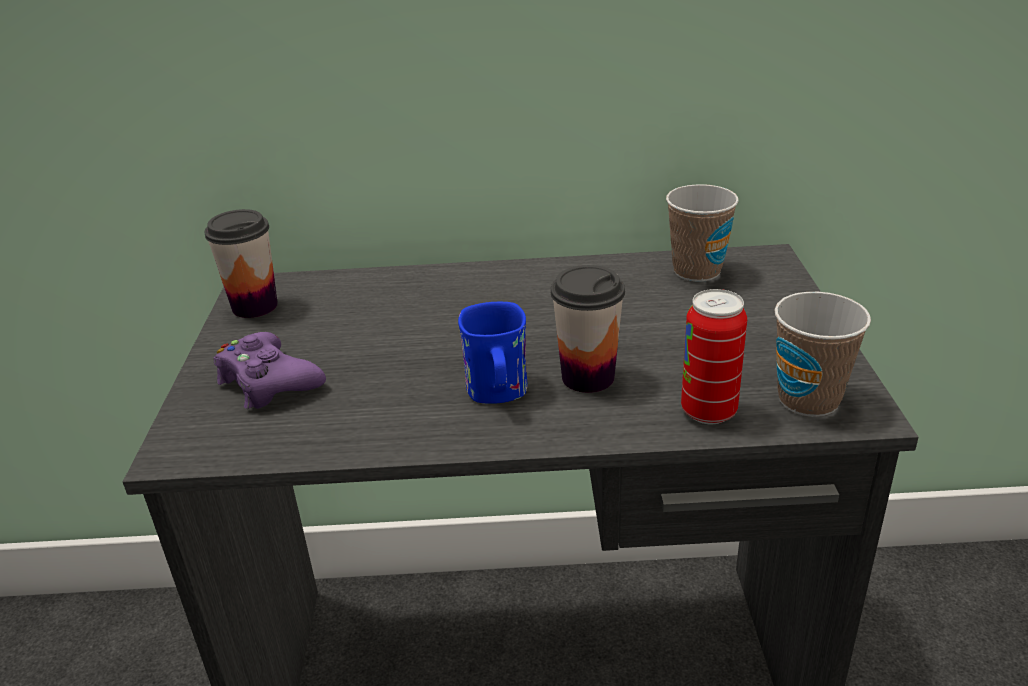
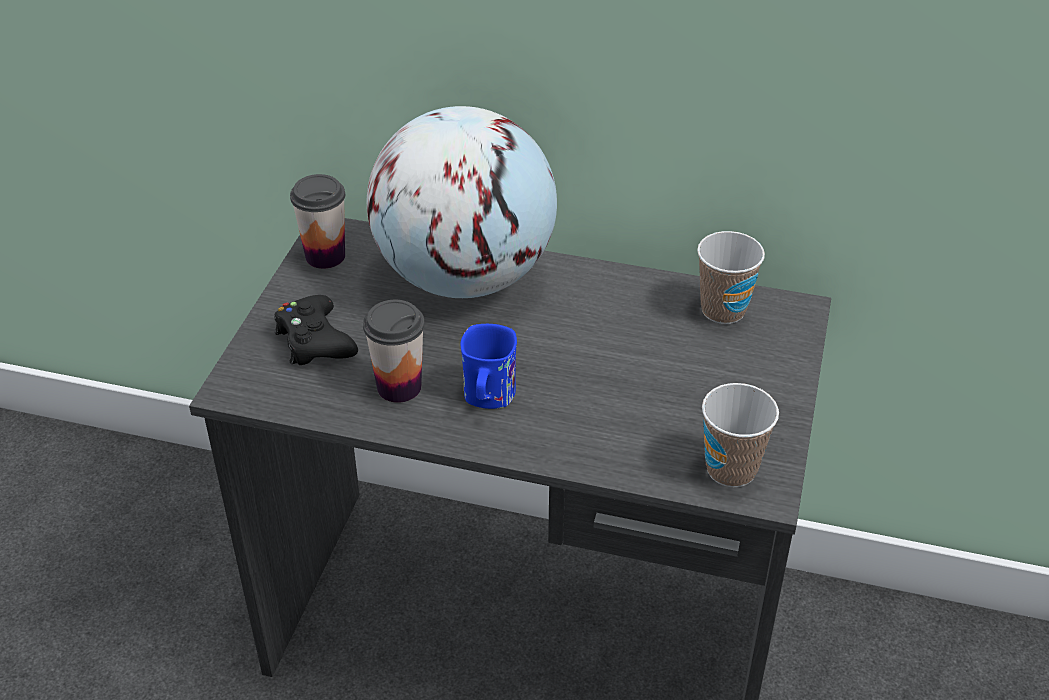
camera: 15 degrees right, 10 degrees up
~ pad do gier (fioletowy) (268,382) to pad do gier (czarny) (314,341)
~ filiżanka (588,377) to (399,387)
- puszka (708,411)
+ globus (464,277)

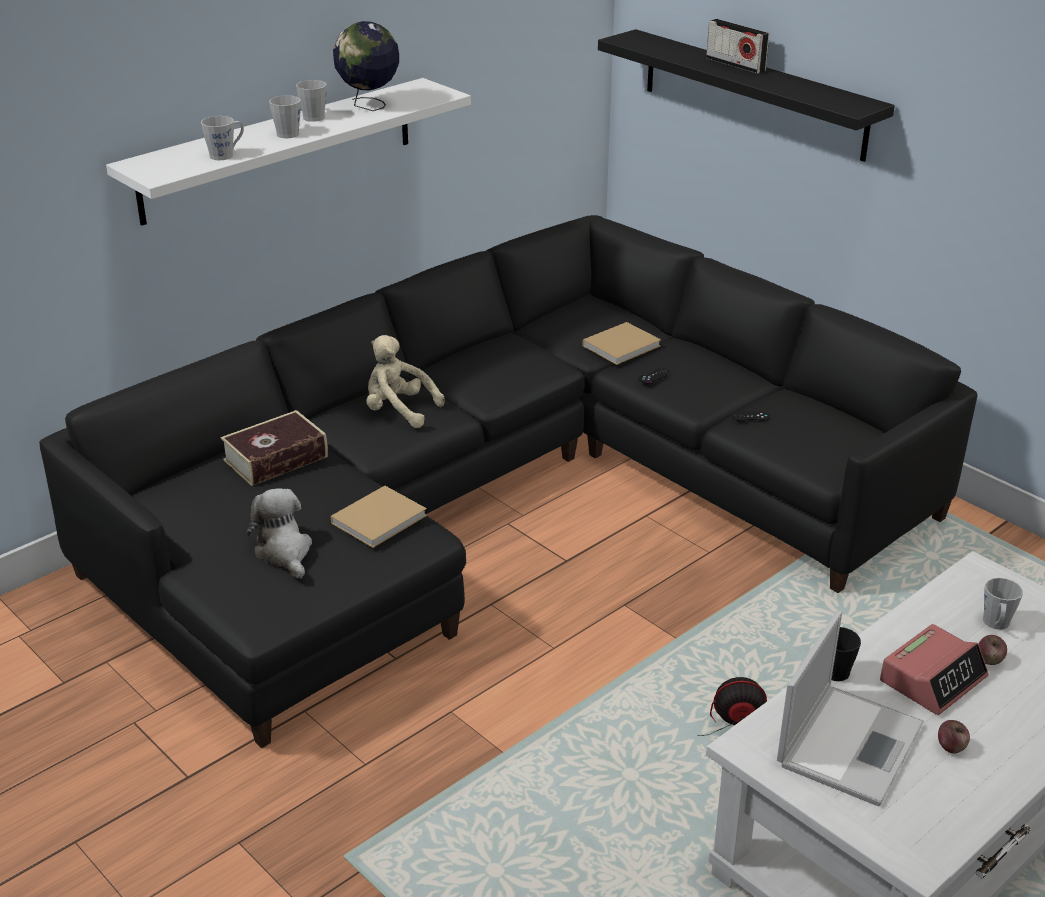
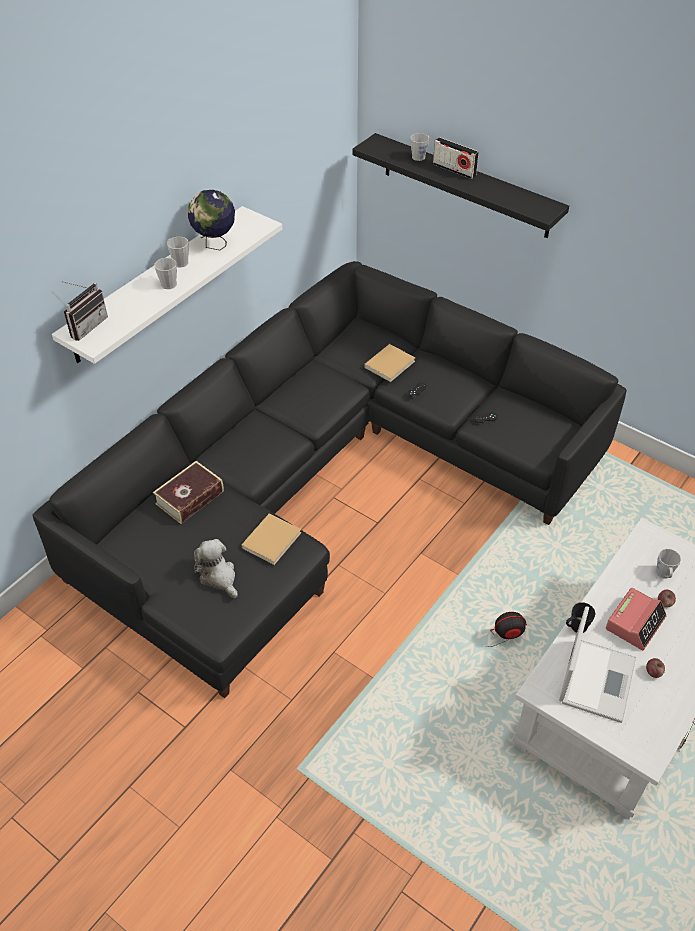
camera: 10 degrees left, 15 degrees up
~ kubek (szary) (226,155) to (420,156)
- pluszak (beżowy) (398,411)
+ radio (86,325)

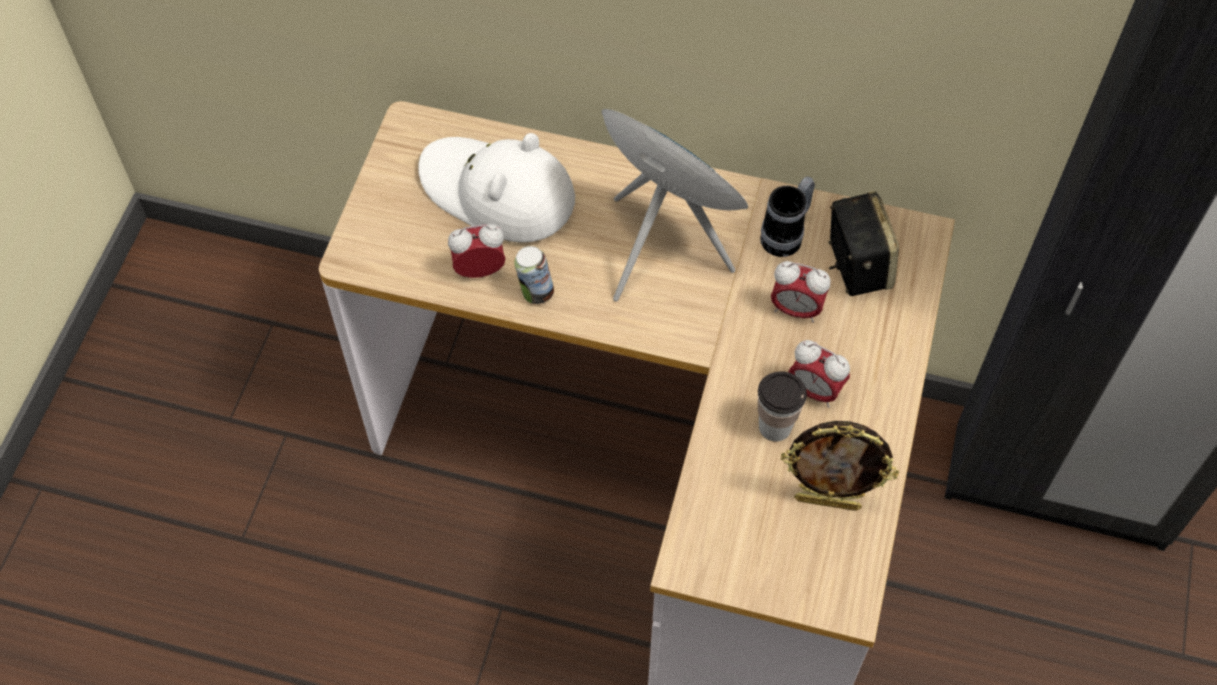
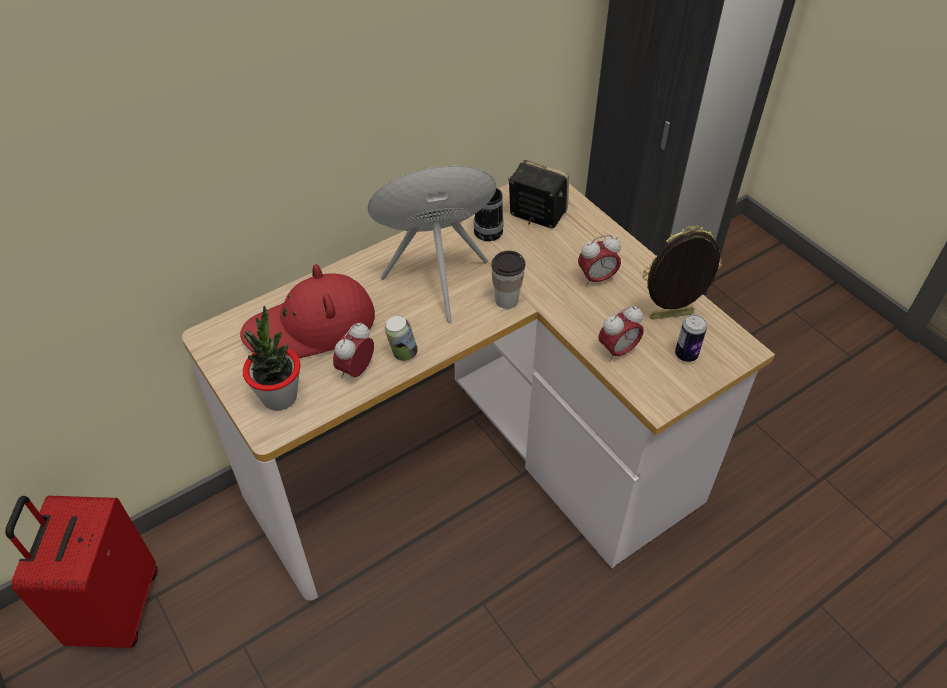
camera: 50 degrees left, 10 degrees down
~ kapelusz (biały) (497,192) to kapelusz (czerwony) (311,327)
~ filiżanka (775,427) to (506,300)
~ budzik (796,310) to (617,351)
~ ramka na zdjęcie (827,501) = (671,317) 150 degrees counterclockwise
+ walizka (czerwony) (115,609)
+ roślina doniczkowa (279,397)
+ puszka (686,355)

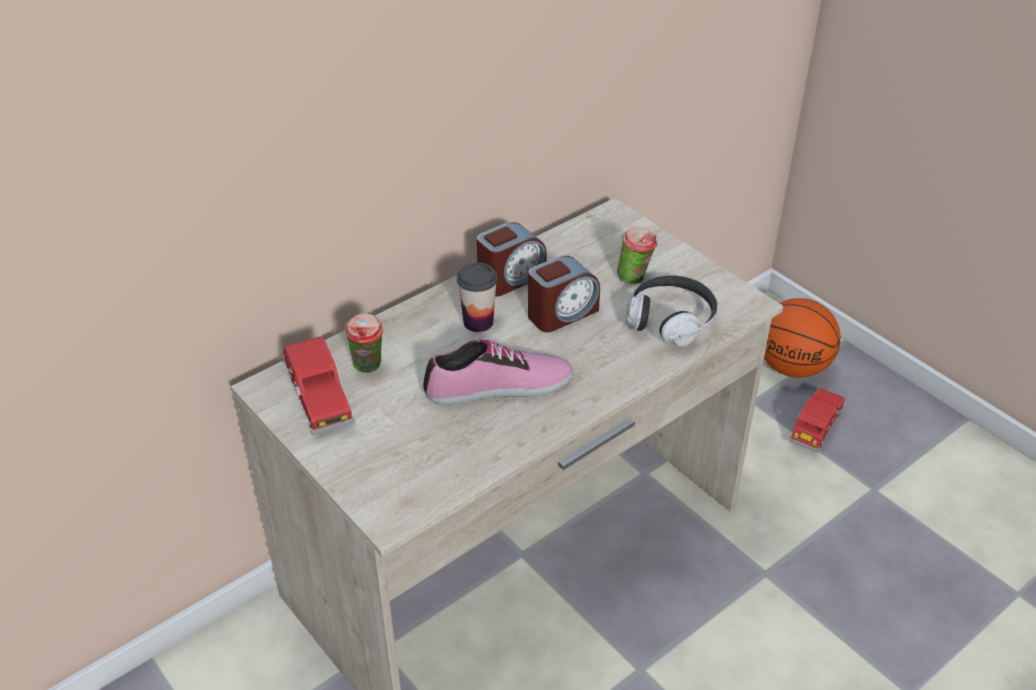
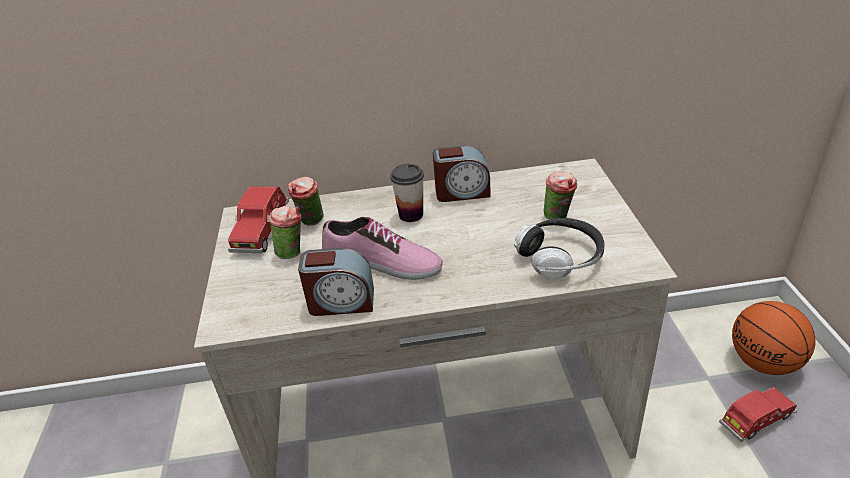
camera: 35 degrees right, 5 degrees down
~ budzik (562,313) to (341,302)
+ filiżanka (293,253)

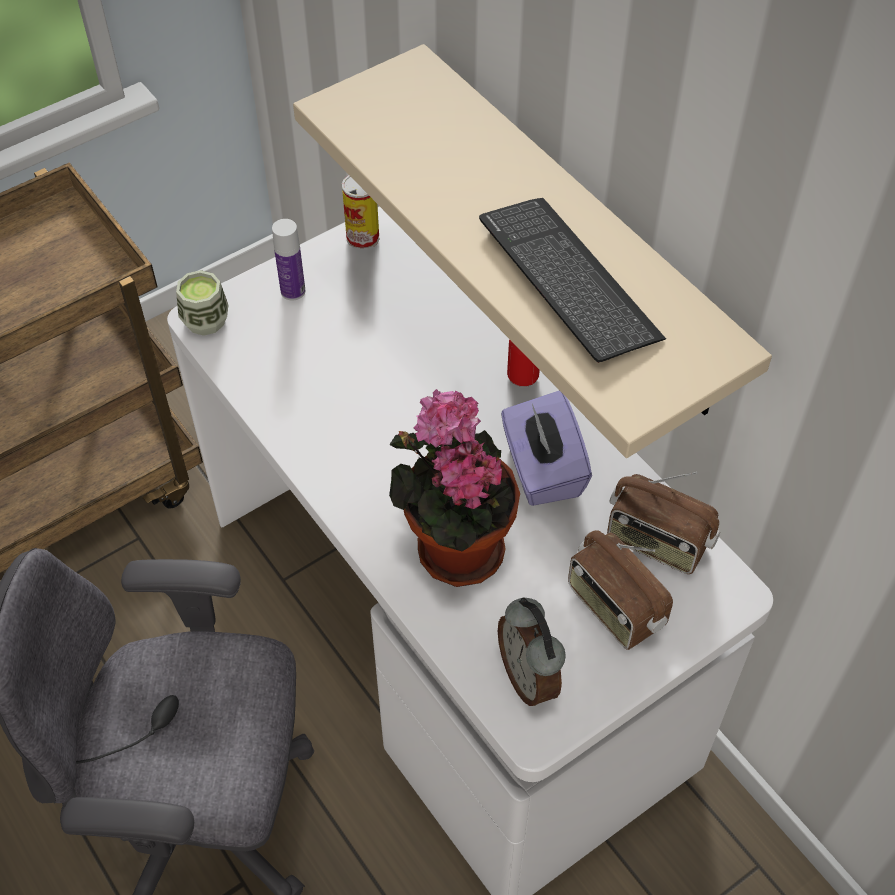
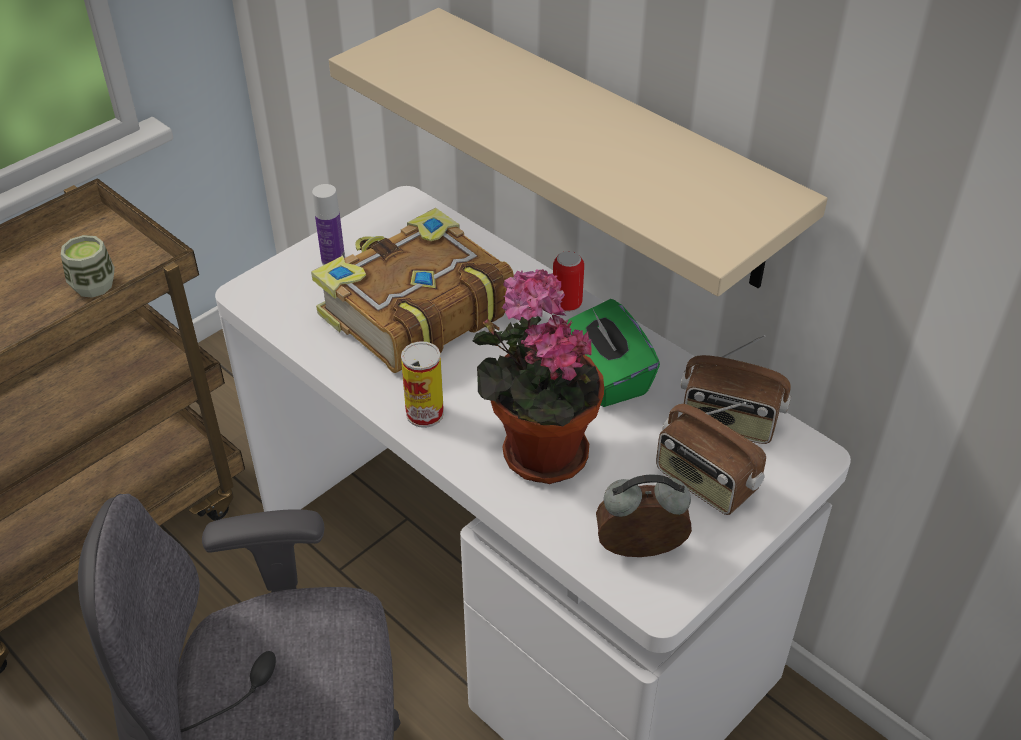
camera: 10 degrees left, 10 degrees down
~ filiżanka (205,321) to (94,285)
~ puszka (362,237) to (424,413)
- klawiatura (568,281)
~ budzik (529,677) = (640,553) 120 degrees clockwise
~ pudełko chusteczek (fioletowy) (542,469) to pudełko chusteczek (zielony) (605,376)
+ książka (413,312)

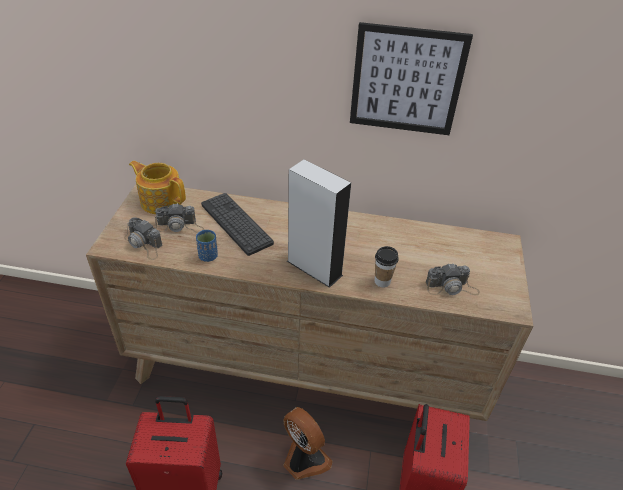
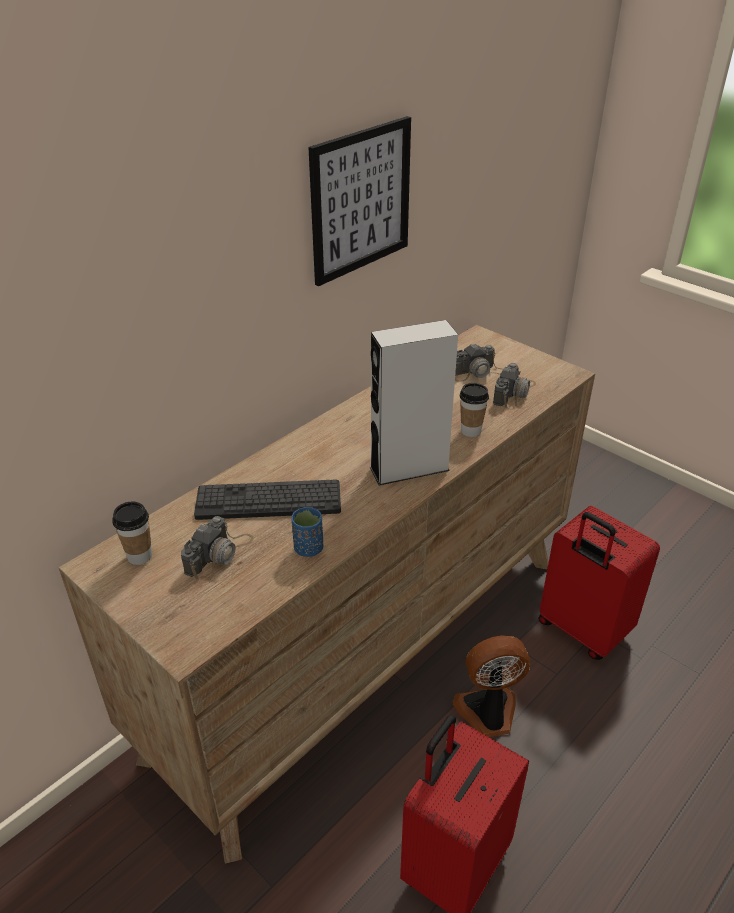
camera: 55 degrees left, 5 degrees down
~ aparat fotograficzny (144,244) to (479,372)
~ imbryk (161,200) to filiżanka (140,556)

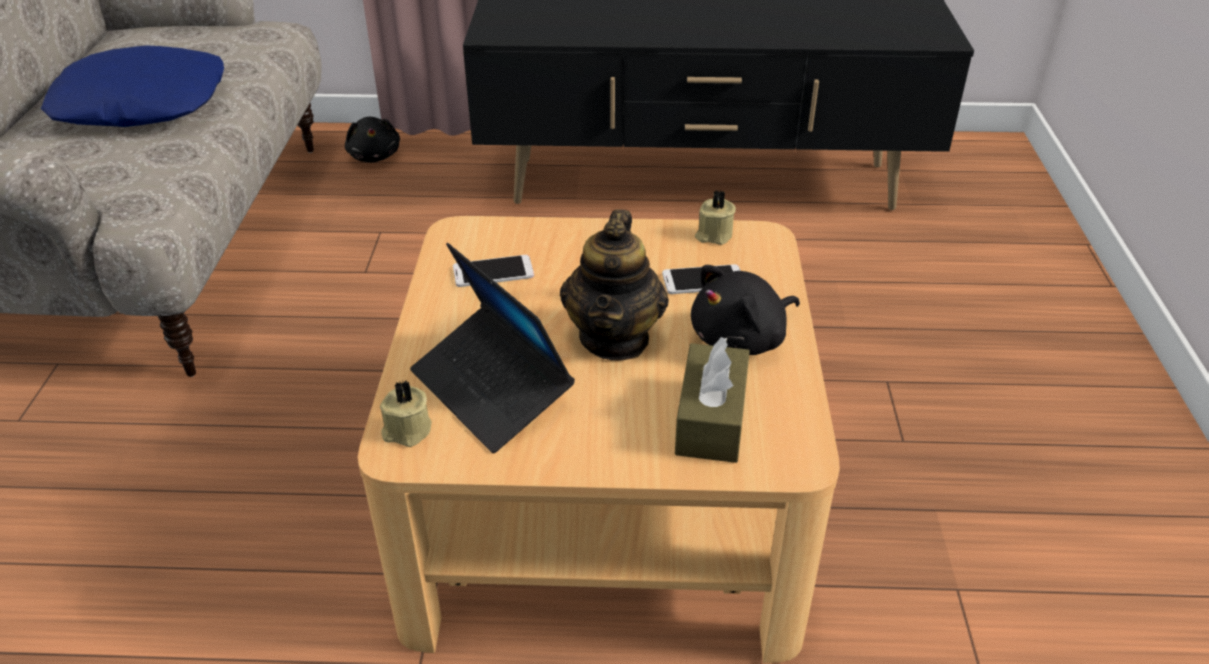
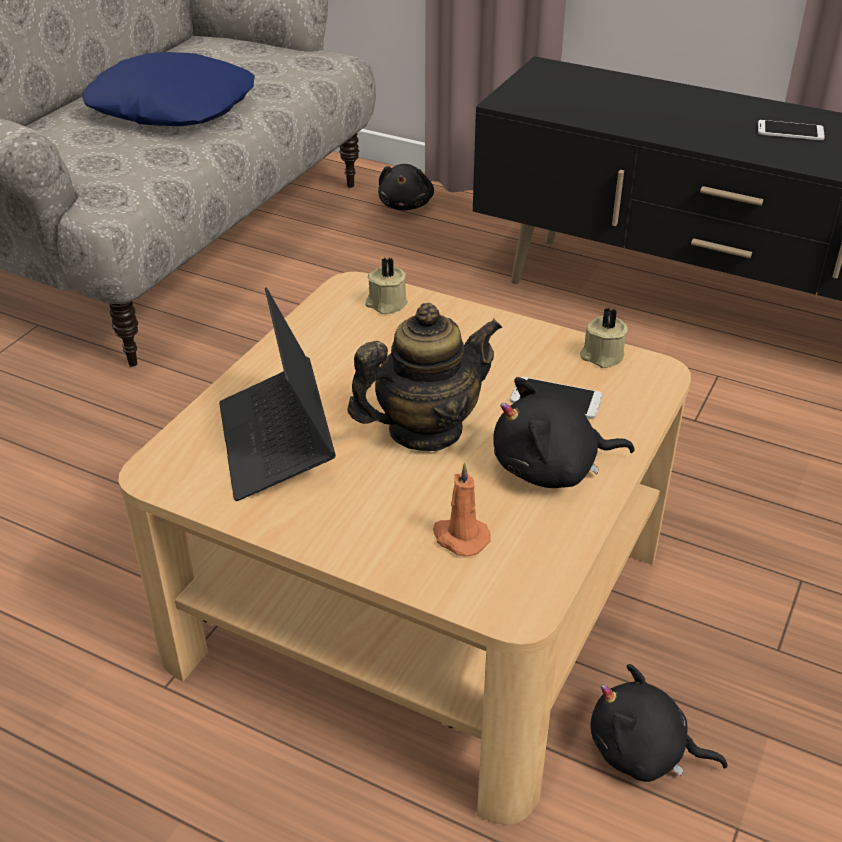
camera: 25 degrees right, 0 degrees up
~ świeca (beżowy) (406,431) to (386,304)
~ telefon (493,272) to (790,131)
~ imbryk (615,338) = (425,430) 150 degrees counterclockwise
~ pudełko chusteczek (brązowy) (711,419) to świeca (pomarańczowy) (459,537)
+ pluszak (czarny) (643,752)

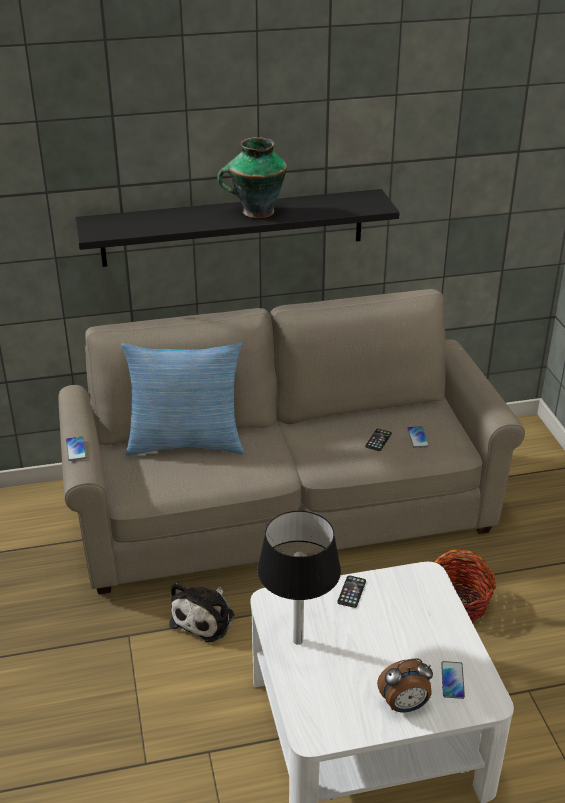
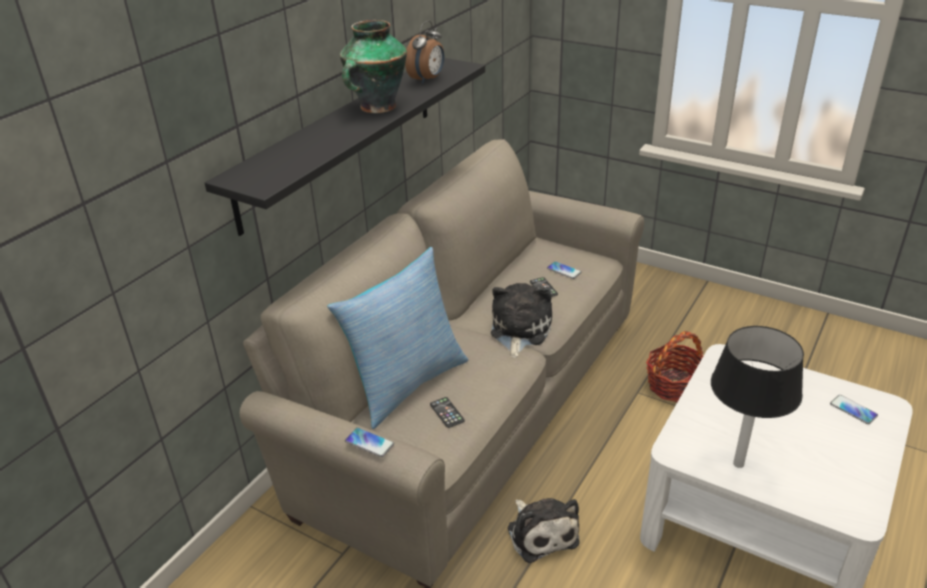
camera: 45 degrees left, 0 degrees up
~ telefon (351,592) to (447,412)
~ budzik (404,705) to (427,79)
+ pluszak (519,330)

